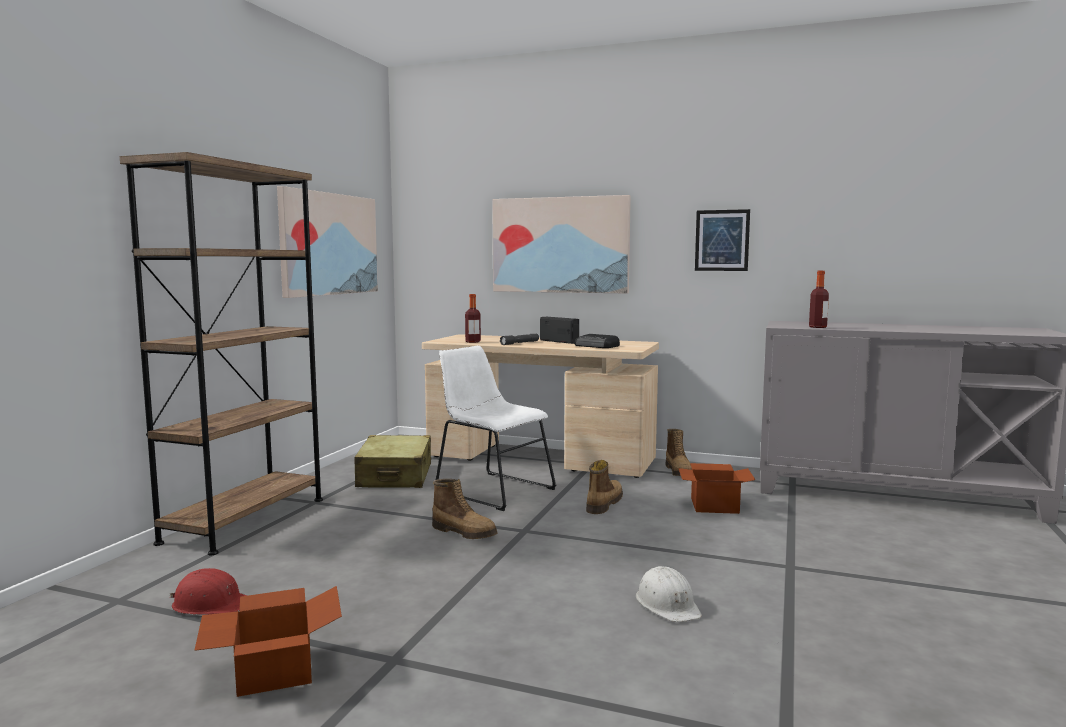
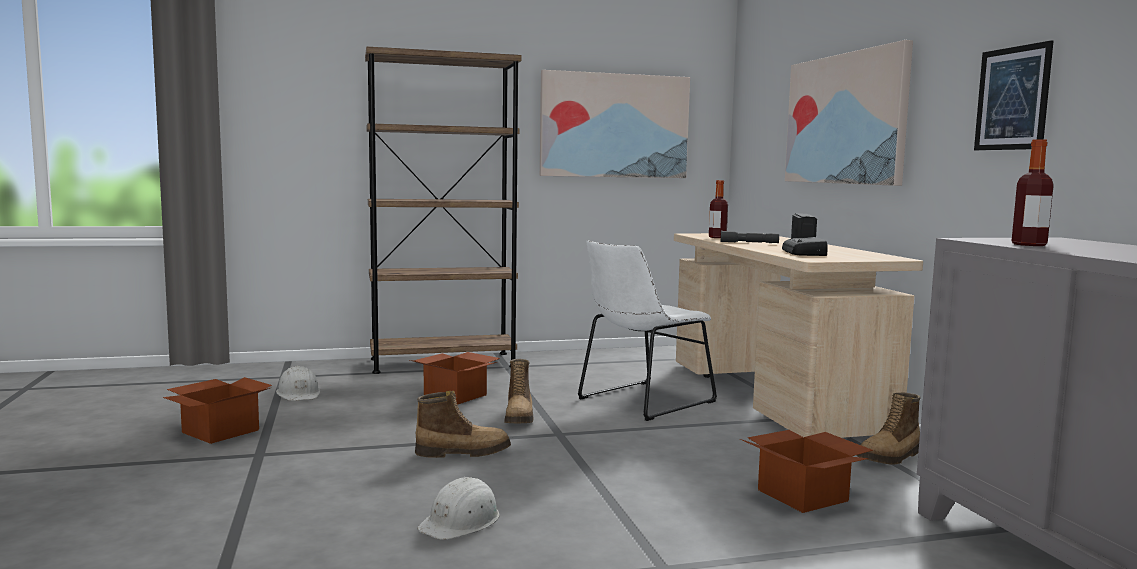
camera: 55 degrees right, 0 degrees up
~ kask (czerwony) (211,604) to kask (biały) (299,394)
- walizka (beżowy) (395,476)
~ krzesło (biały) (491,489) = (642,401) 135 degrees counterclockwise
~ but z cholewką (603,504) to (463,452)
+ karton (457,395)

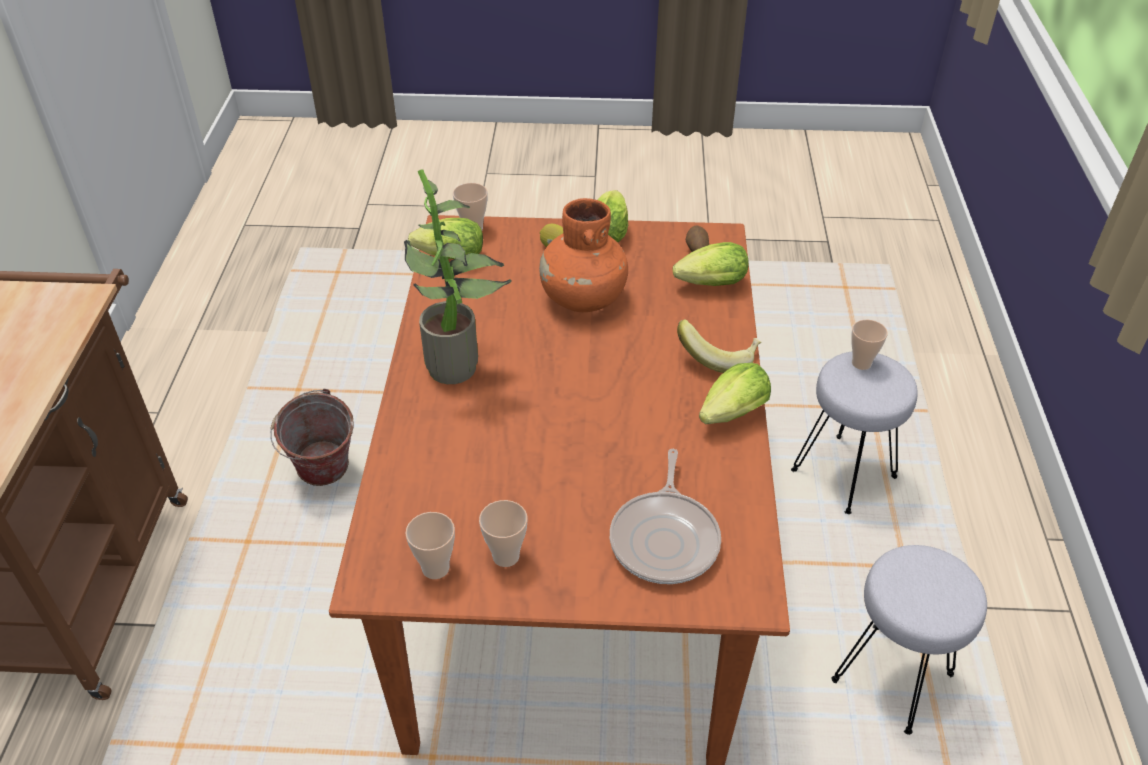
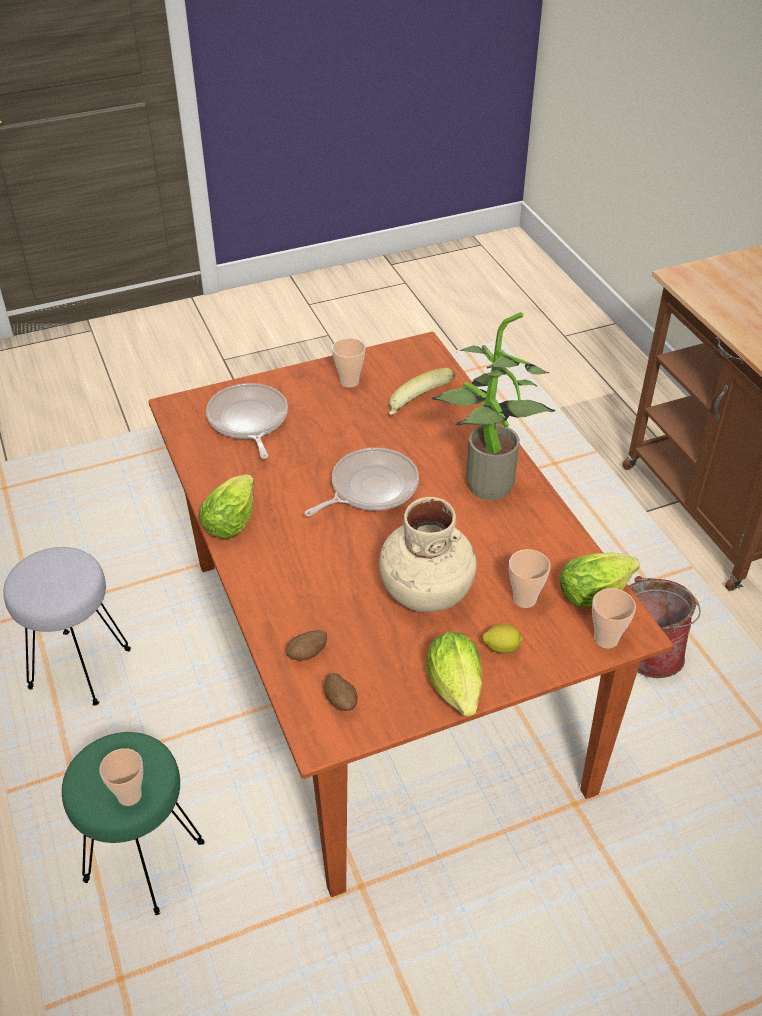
camera: 155 degrees right, 0 degrees up
~ filiżanka (435,568) to (524,599)
~ wazon (pomarańczowy) (583,299) to wazon (beżowy) (426,590)
~ sałata (707,285) to ziemniak (307,654)
~ banan (718,357) to (419,408)
~ stołek (szary) (844,475) to stołek (zielony) (143,859)
+ patelnia (370,488)

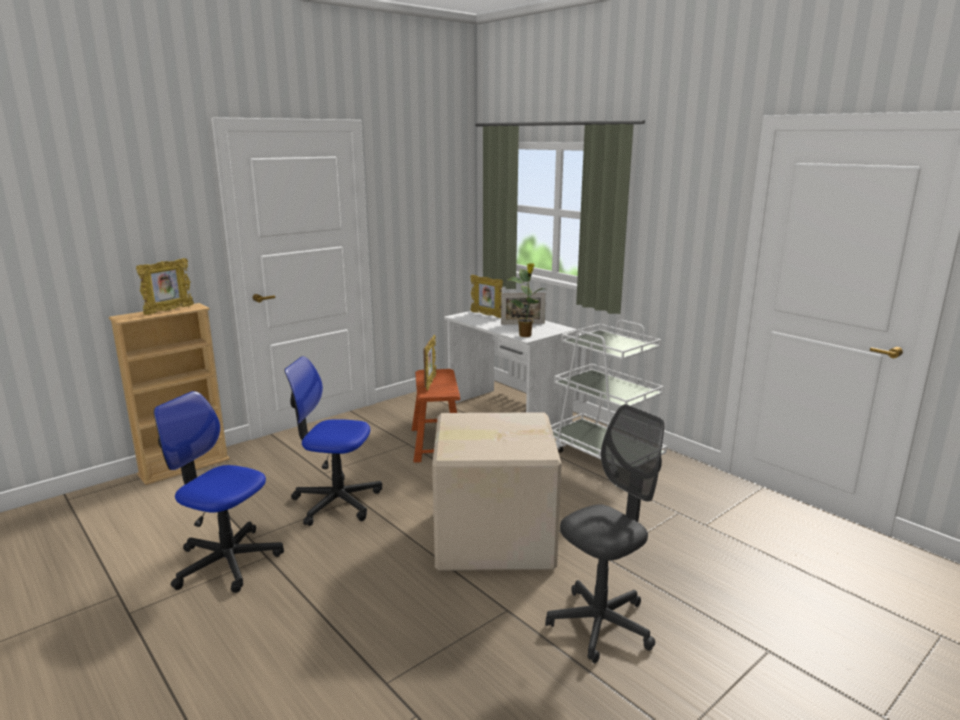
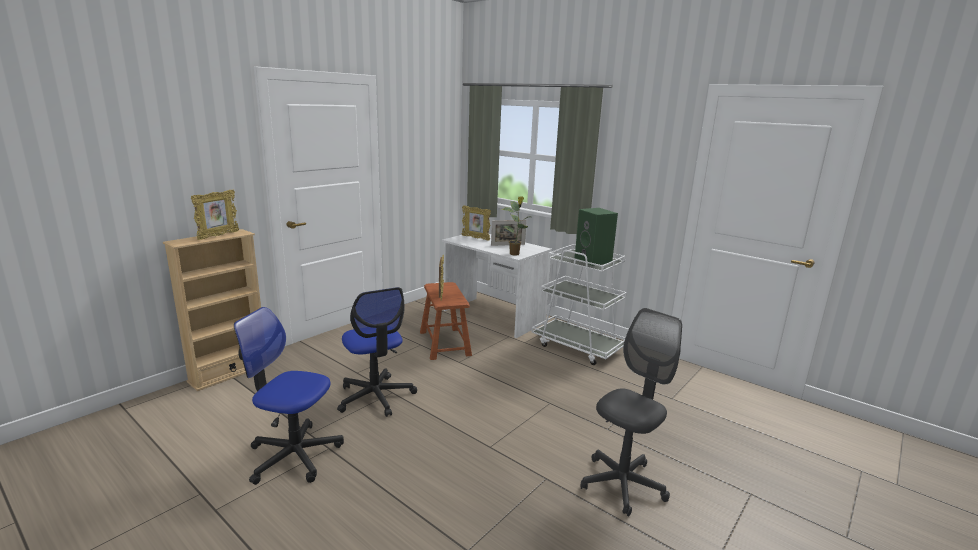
camera: 10 degrees left, 0 degrees up
~ krzesło biurowe (336,502) = (375,396) 120 degrees counterclockwise
- karton (492,536)
+ głośnik (zielony) (594,260)

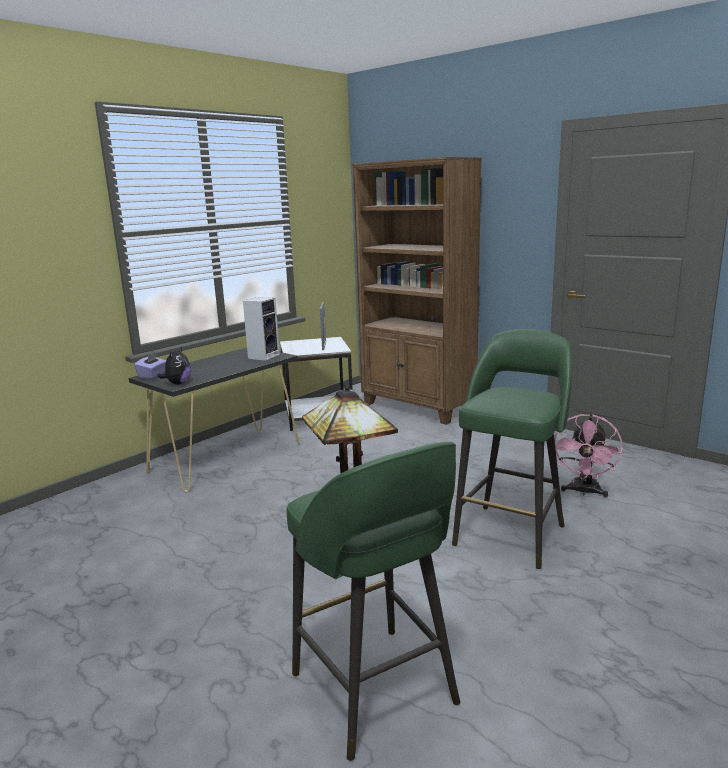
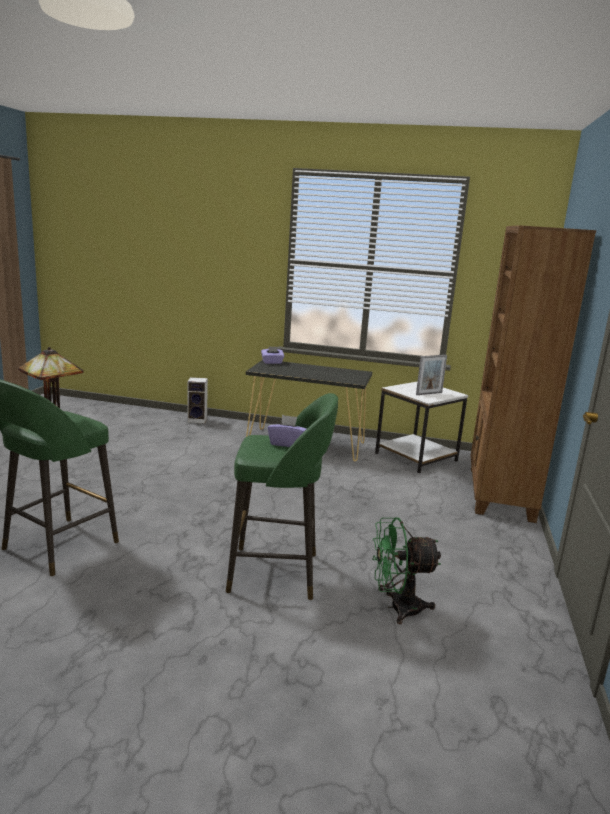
camera: 60 degrees right, 0 degrees up
- pluszak (178,383)
~ głośnik (264,356) to (198,420)
~ wentylator (różowy) (584,492) to wentylator (zielony) (397,608)
+ pudełko chusteczek (fioletowy) (287,443)

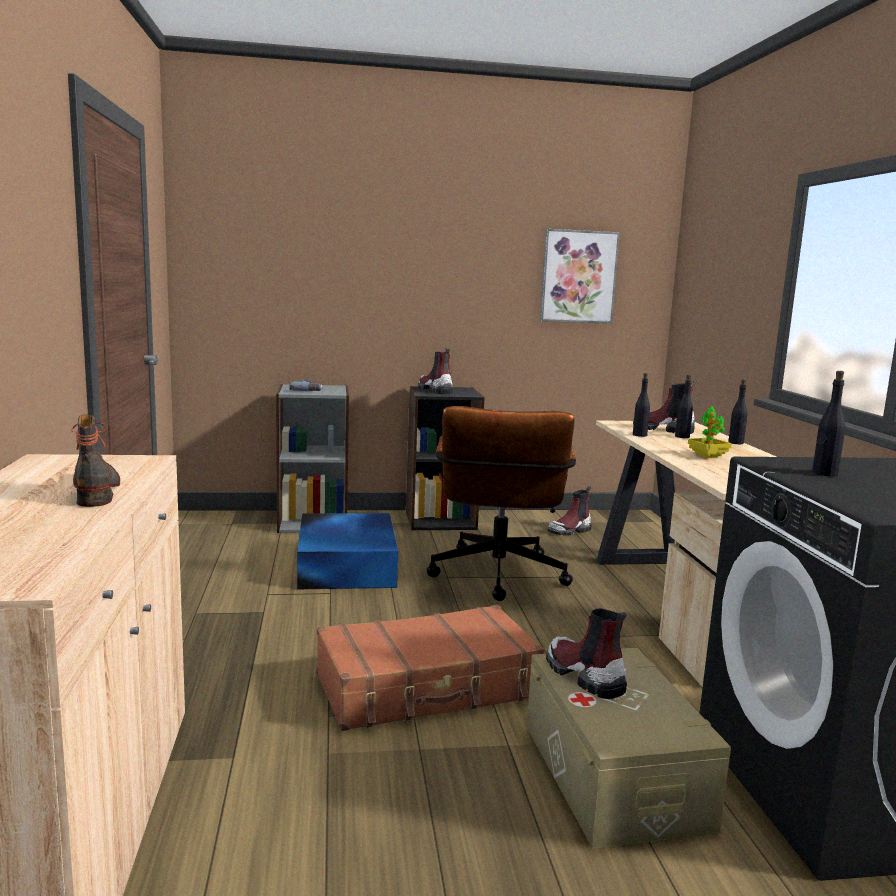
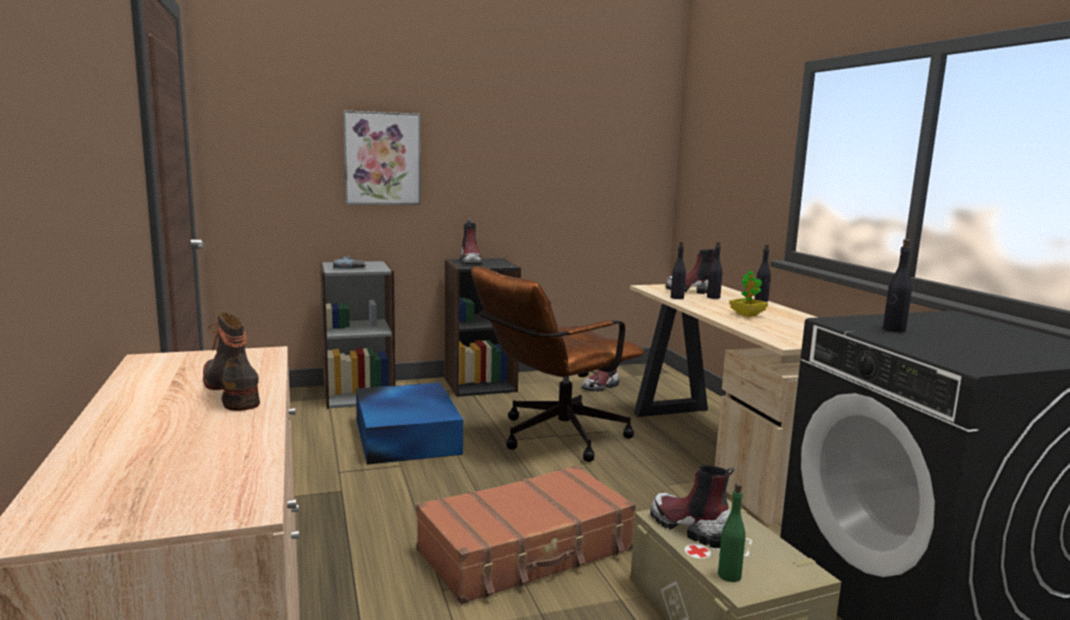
camera: 10 degrees left, 0 degrees up
~ but z cholewką (434,390) = (471,262) 150 degrees counterclockwise
~ krzesło biurowe (brązowy) (497,579) = (552,438) 60 degrees clockwise
~ obraz (578,277) to (382,158)
+ butelka (zielony) (729,575)

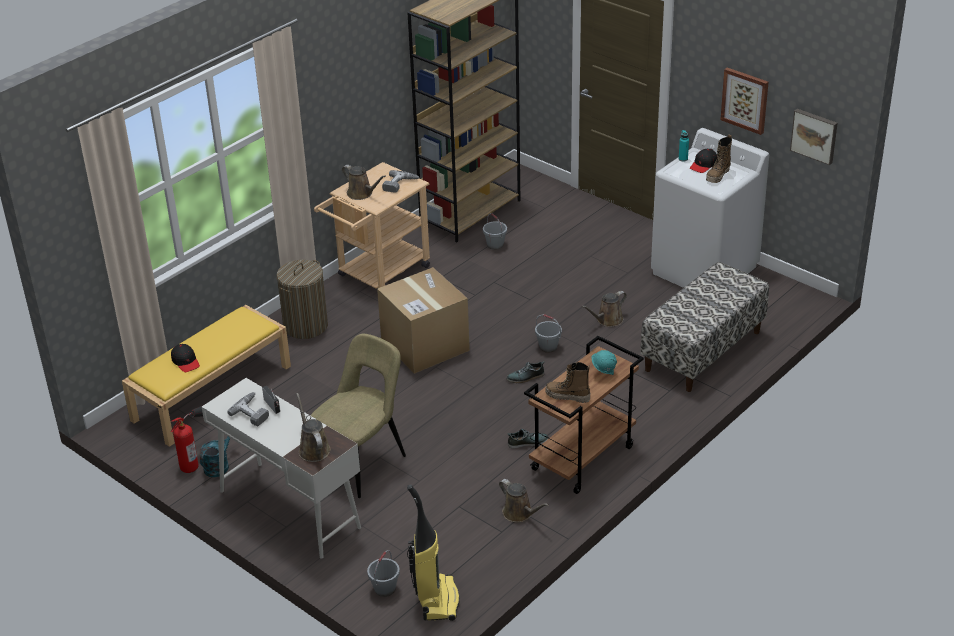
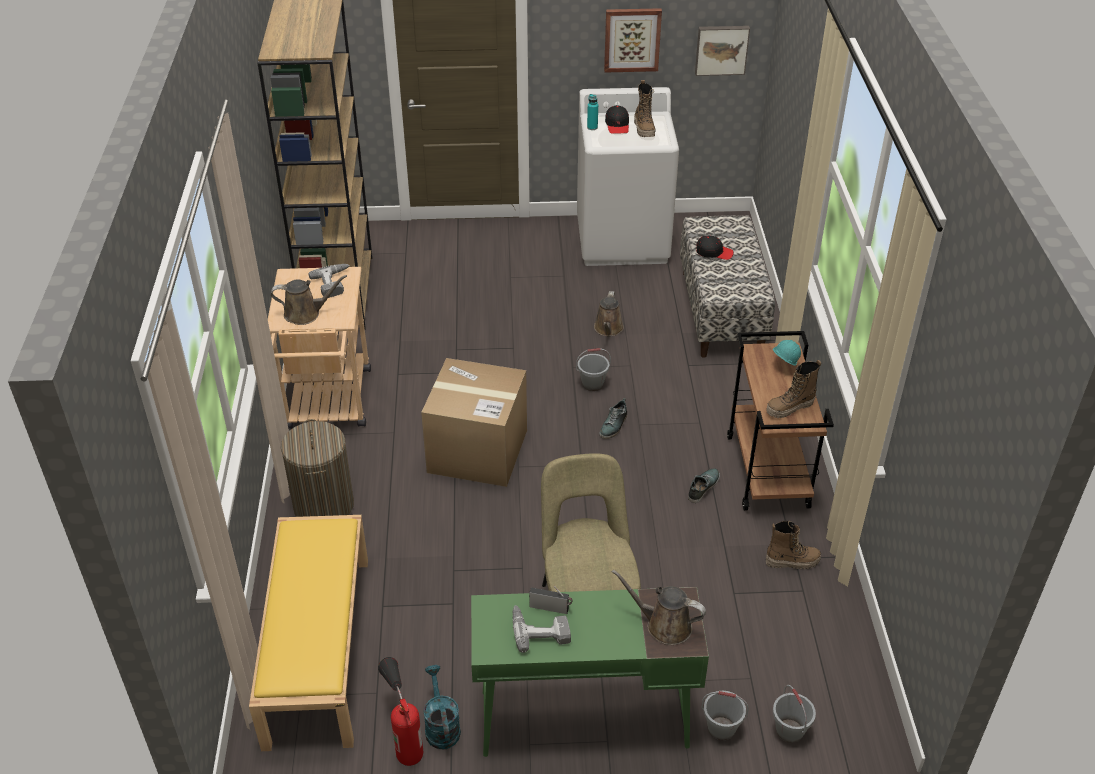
camera: 45 degrees left, 5 degrees up
~ czapka z daszkiem (czarny) (185,362) to (714,252)
~ biurko (biały) (289,509) to biurko (zielony) (583,719)
- odkurzacz (437,599)
~ wiadro (szary) (495,245) to (721,728)
~ konewka (brązowy) (519,513) to but z cholewką (792,561)

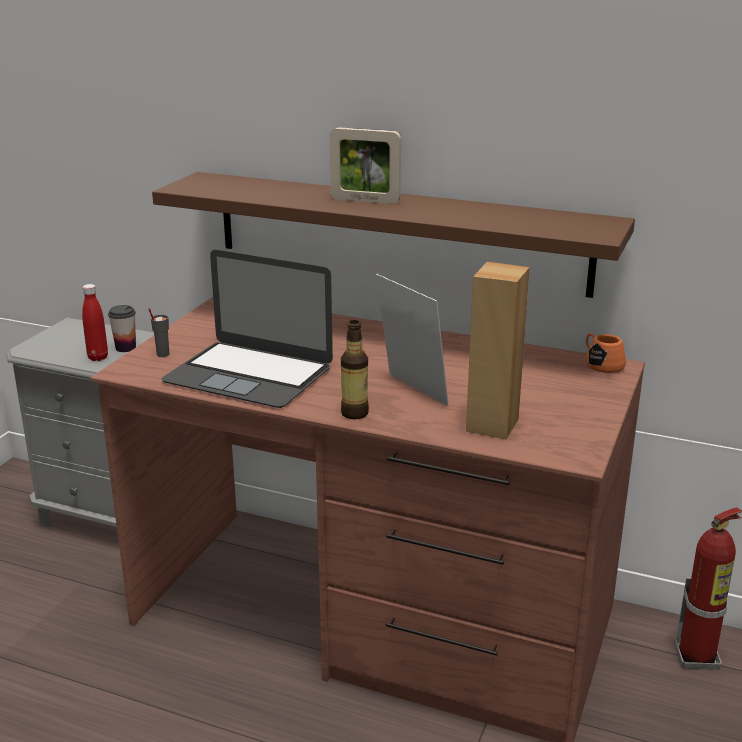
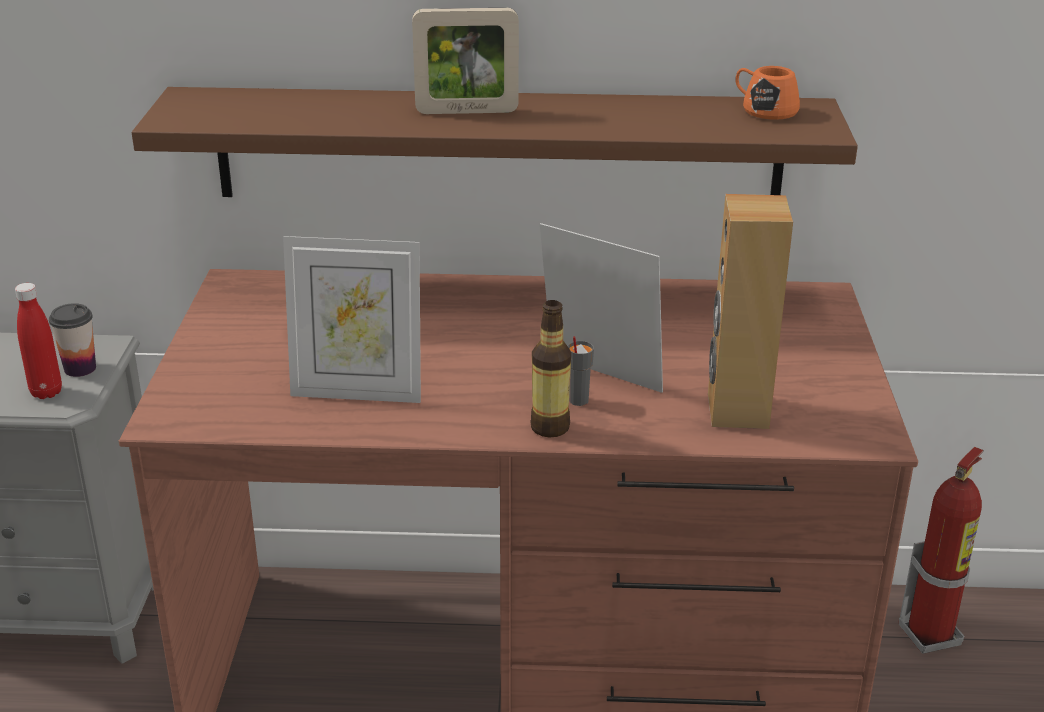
camera: 20 degrees left, 5 degrees up
~ filiżanka (szary) (162,354) to (578,401)
~ laptop (249,374) to ramka na zdjęcie (358,392)
~ kubek (pomarańczowy) (601,364) to (763,110)

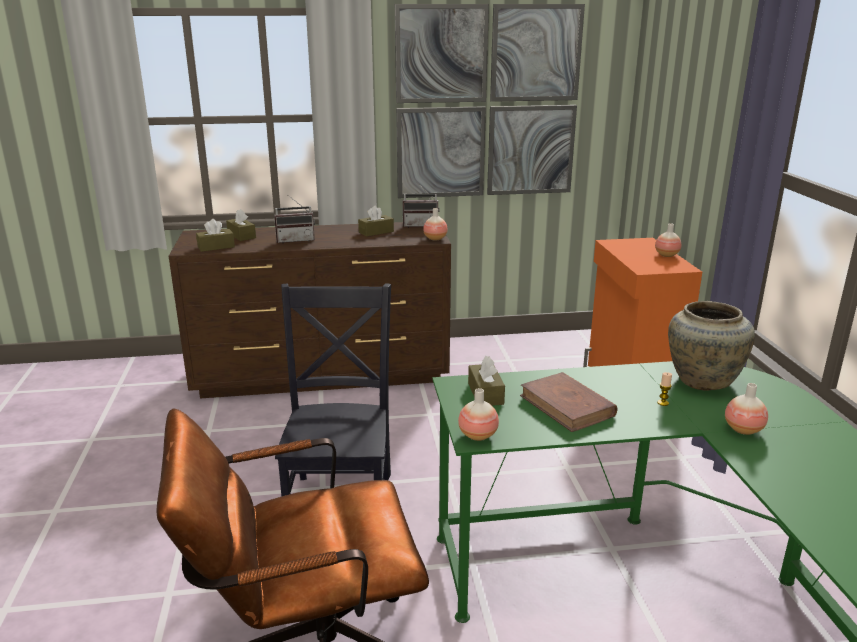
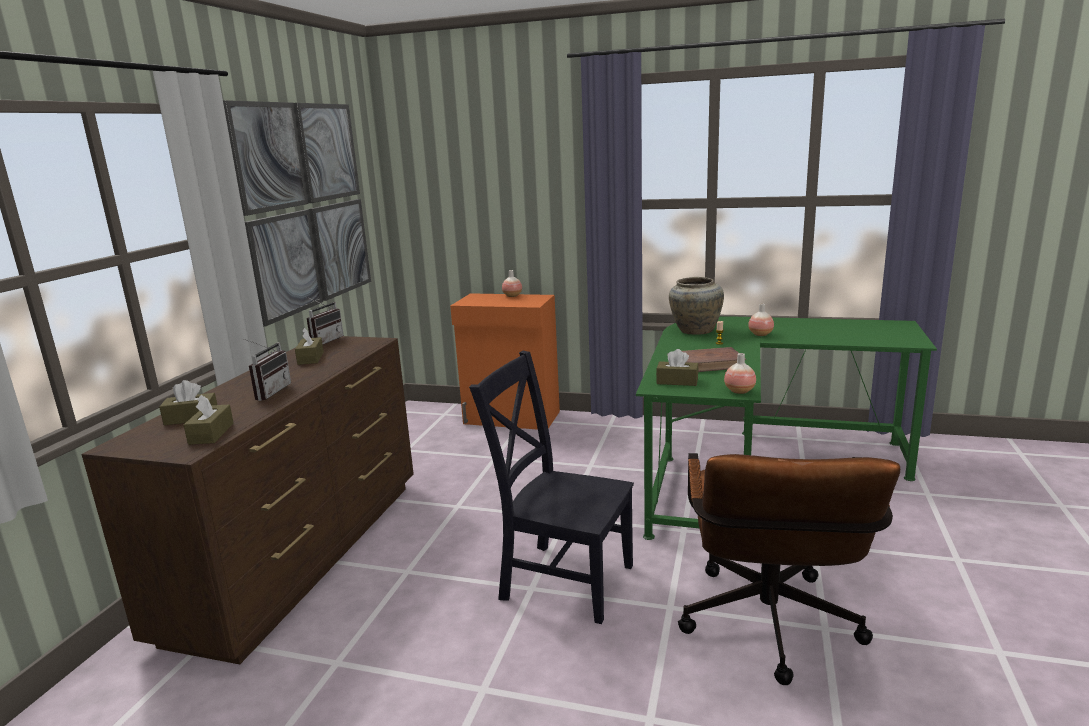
camera: 65 degrees left, 5 degrees down
- wazon (435,239)

